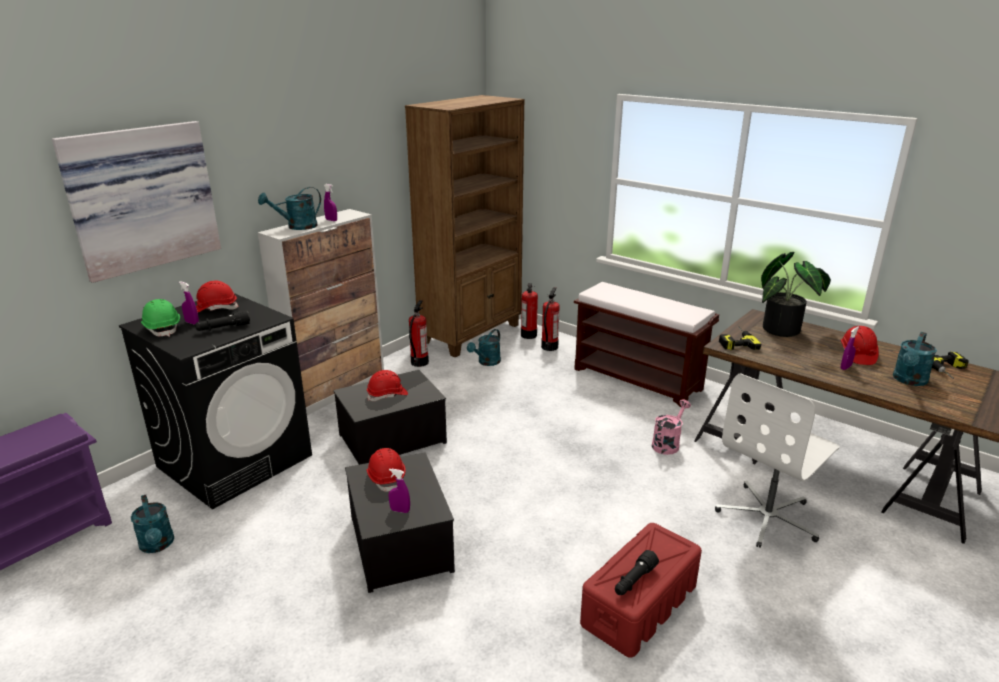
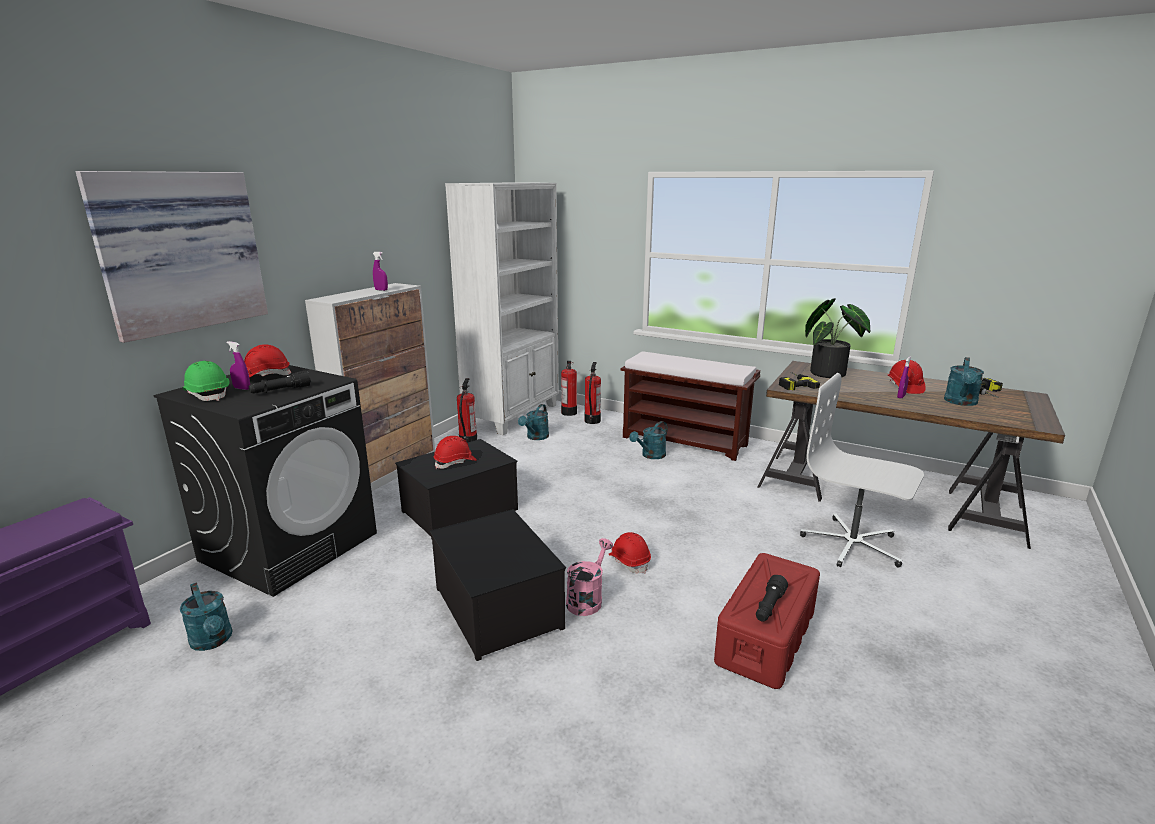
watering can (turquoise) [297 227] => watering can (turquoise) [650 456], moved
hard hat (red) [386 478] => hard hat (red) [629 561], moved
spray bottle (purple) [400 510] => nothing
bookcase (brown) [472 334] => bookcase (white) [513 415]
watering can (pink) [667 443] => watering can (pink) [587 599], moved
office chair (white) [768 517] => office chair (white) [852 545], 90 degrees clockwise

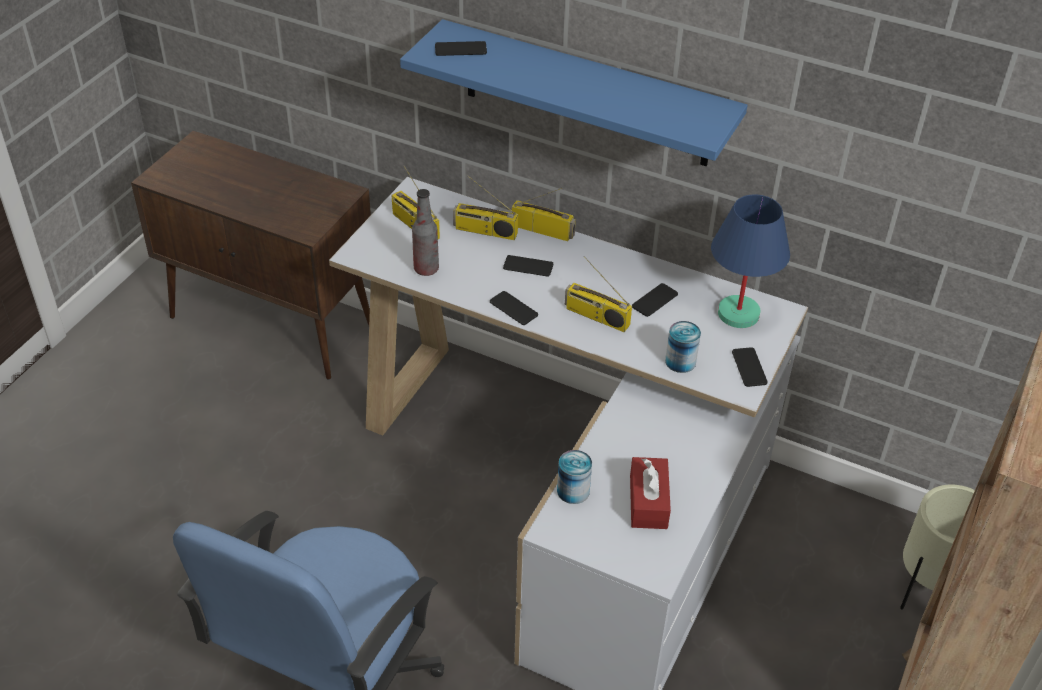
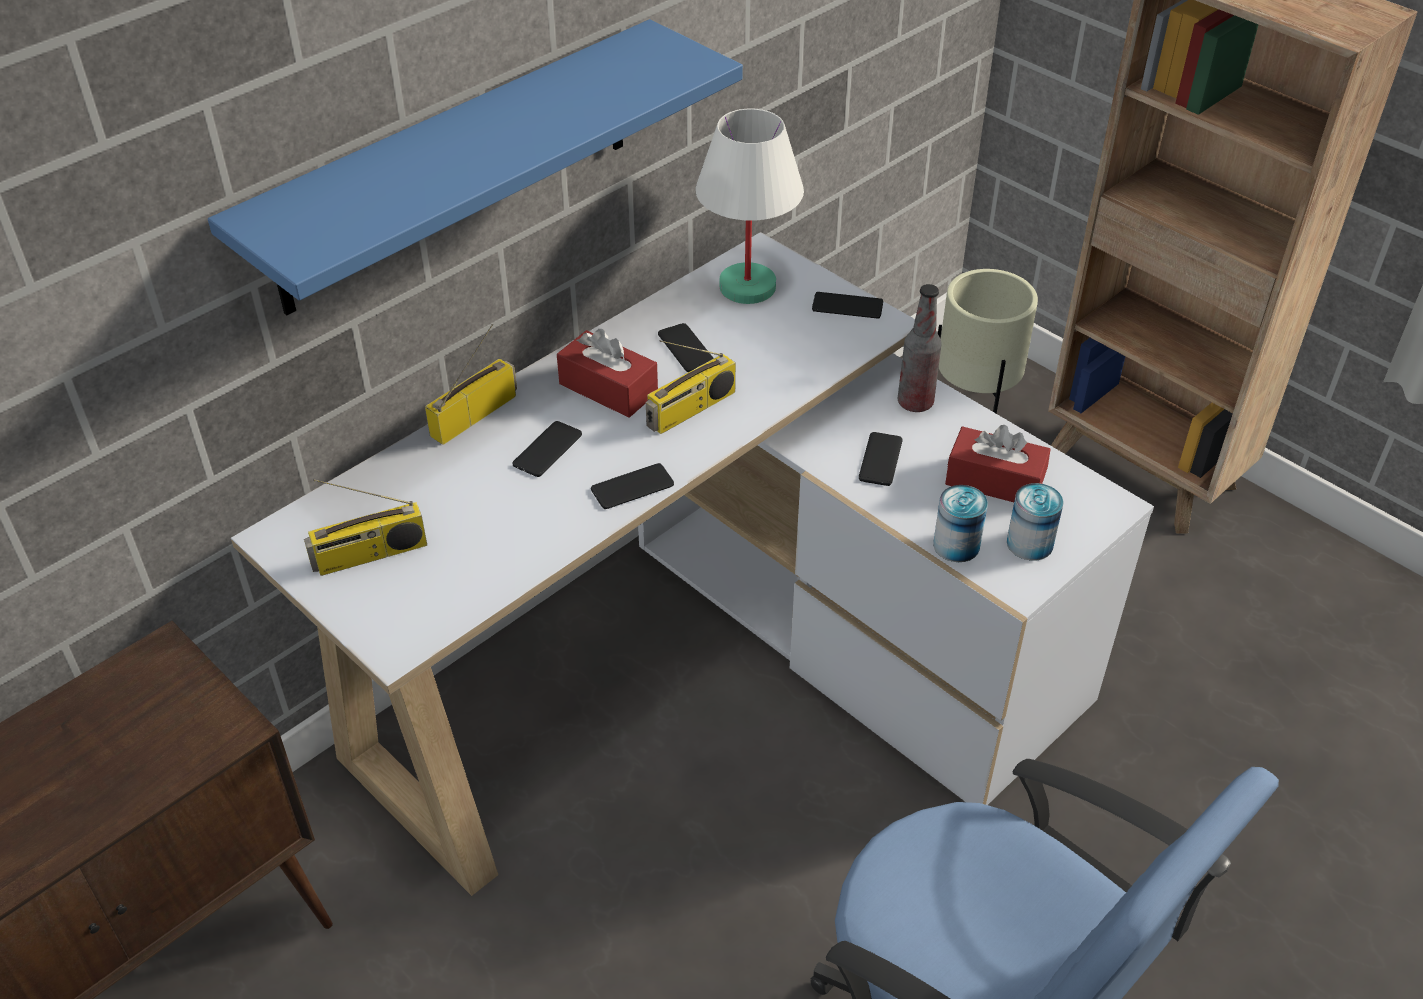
bottle [426 269] => bottle [915 403], moved
phone [460 49] => phone [880 459], moved
radio [484 231] => nothing
can [680 361] => can [1029 543], moved
table lamp (blue) [739 313] => table lamp (white) [747 286]
nothing => tissue box (red) [608 388]

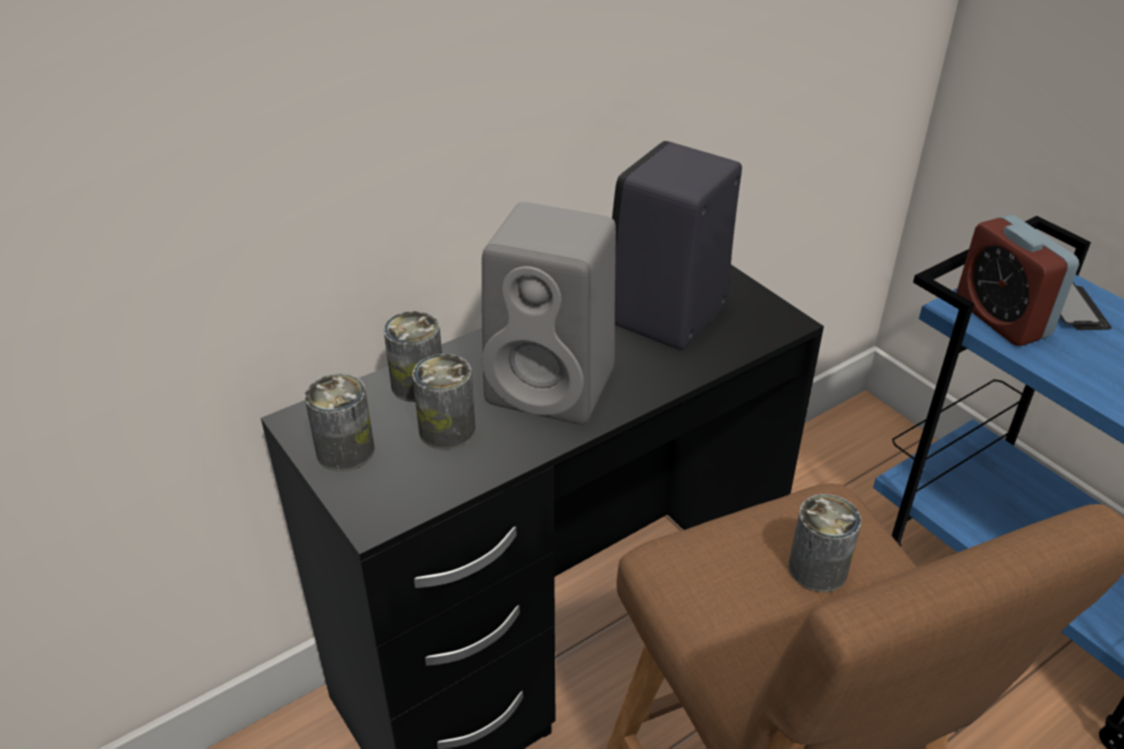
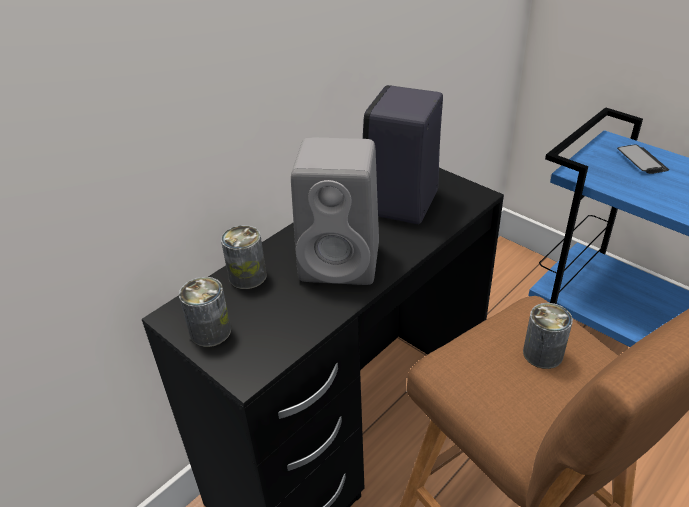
can [447 430] => nothing
alarm clock [1001 318] => nothing

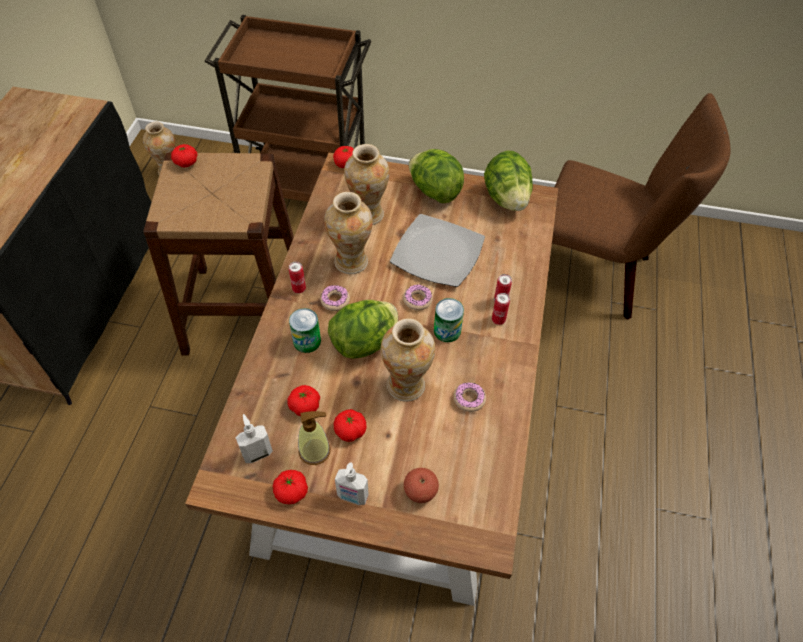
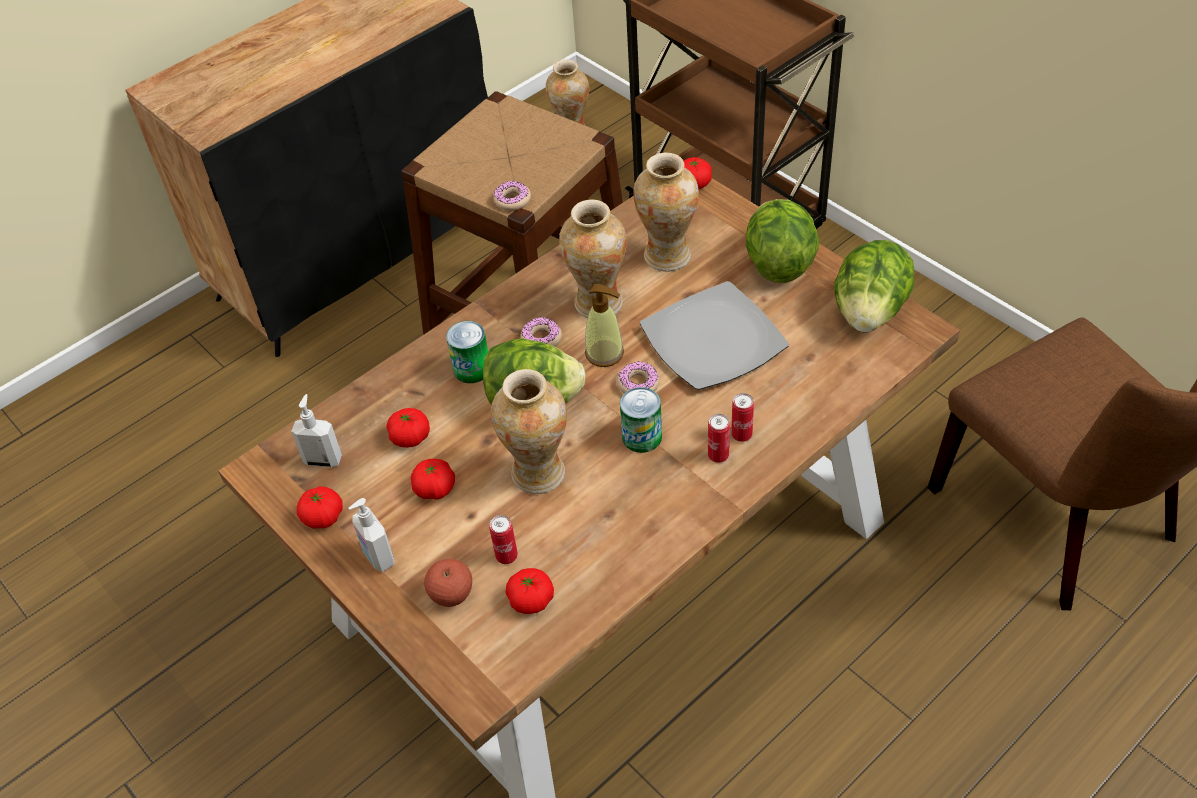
tomato [186 163] => tomato [531 600], moved
can [299 289] => can [506 556], moved
soap dispenser [315 451] => soap dispenser [605 353], moved
donut [469 399] => donut [512 200], moved

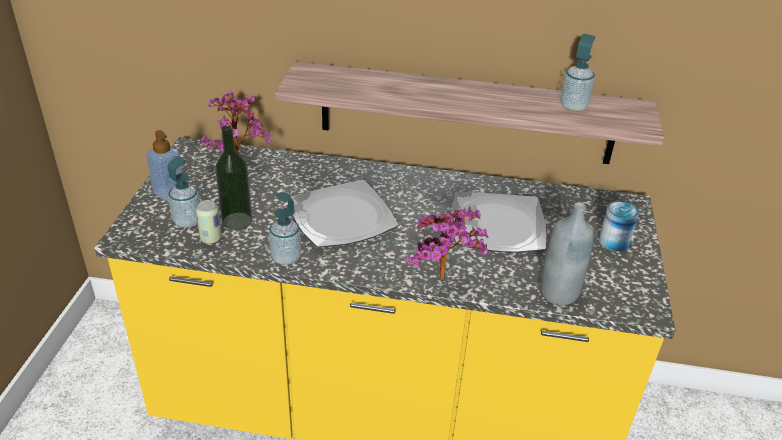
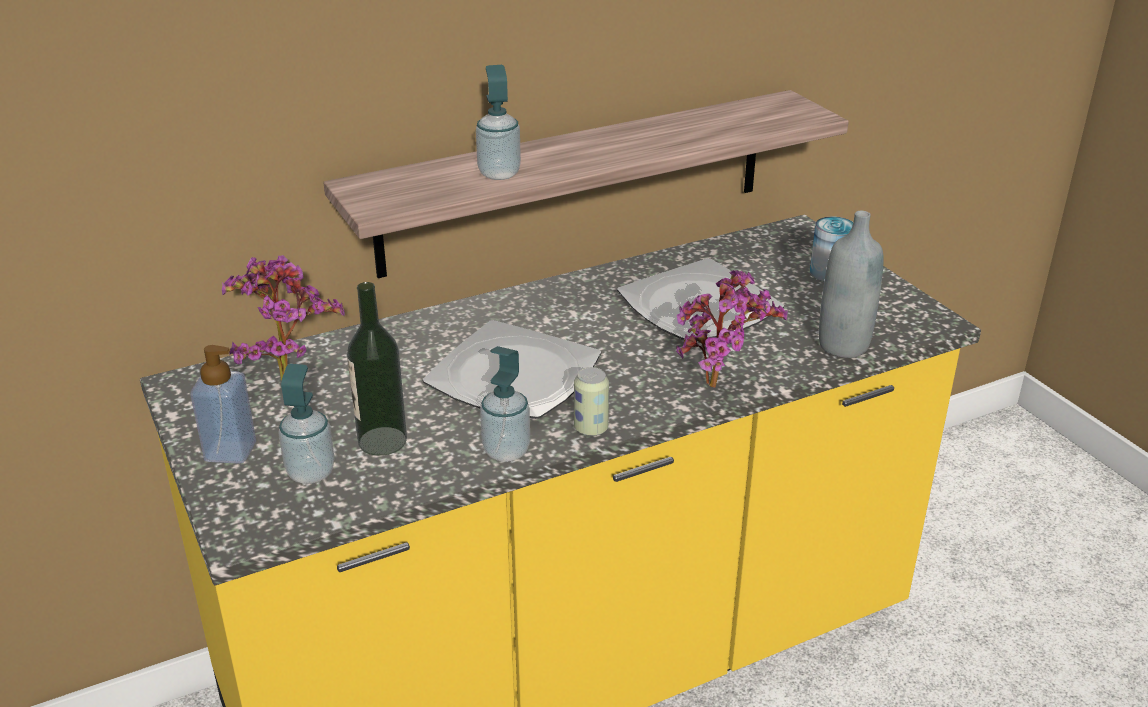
can [211 238] => can [591 428], moved
soap dispenser [573 106] => soap dispenser [499 173], moved

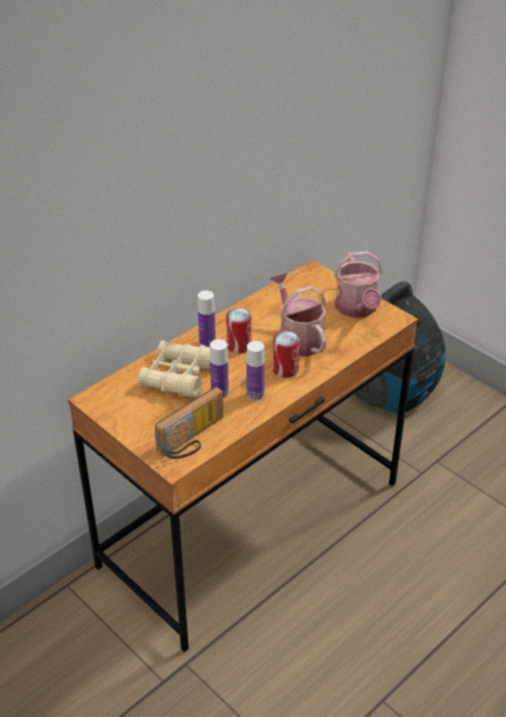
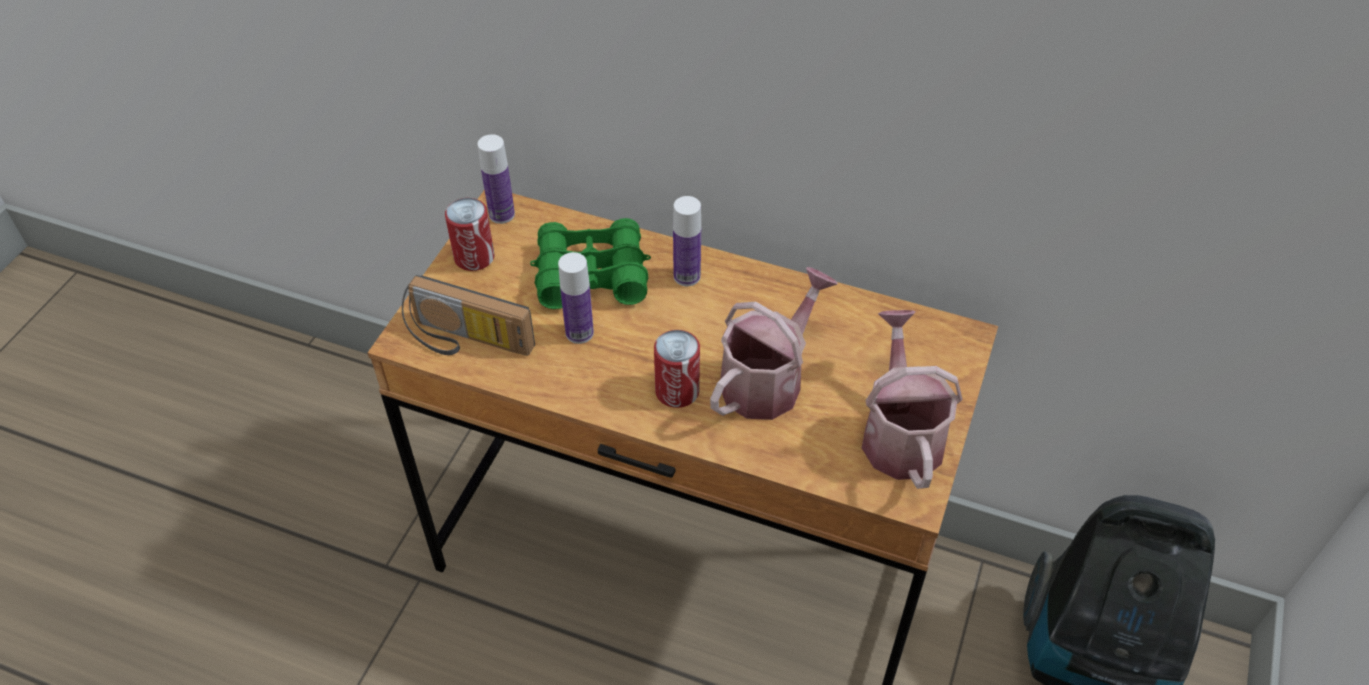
binoculars (beige) [178 376] => binoculars (green) [591 274]
can [239 346] => can [474 257], moved
bottle [255 394] => bottle [501 214], moved
watering can [357 309] => watering can [900 433], 120 degrees clockwise

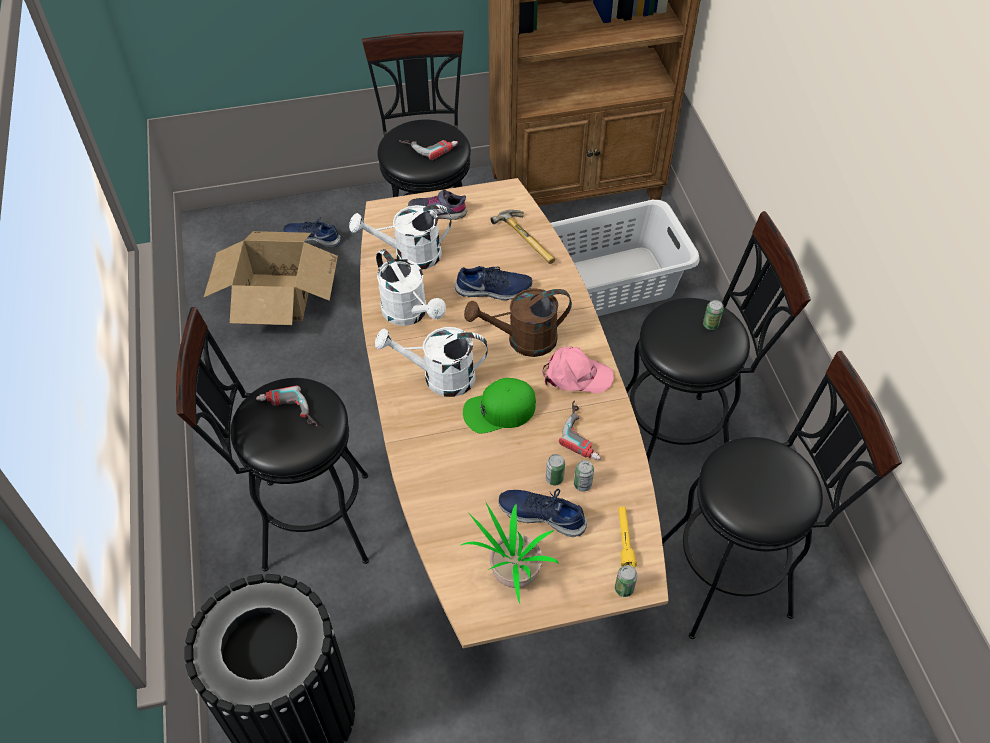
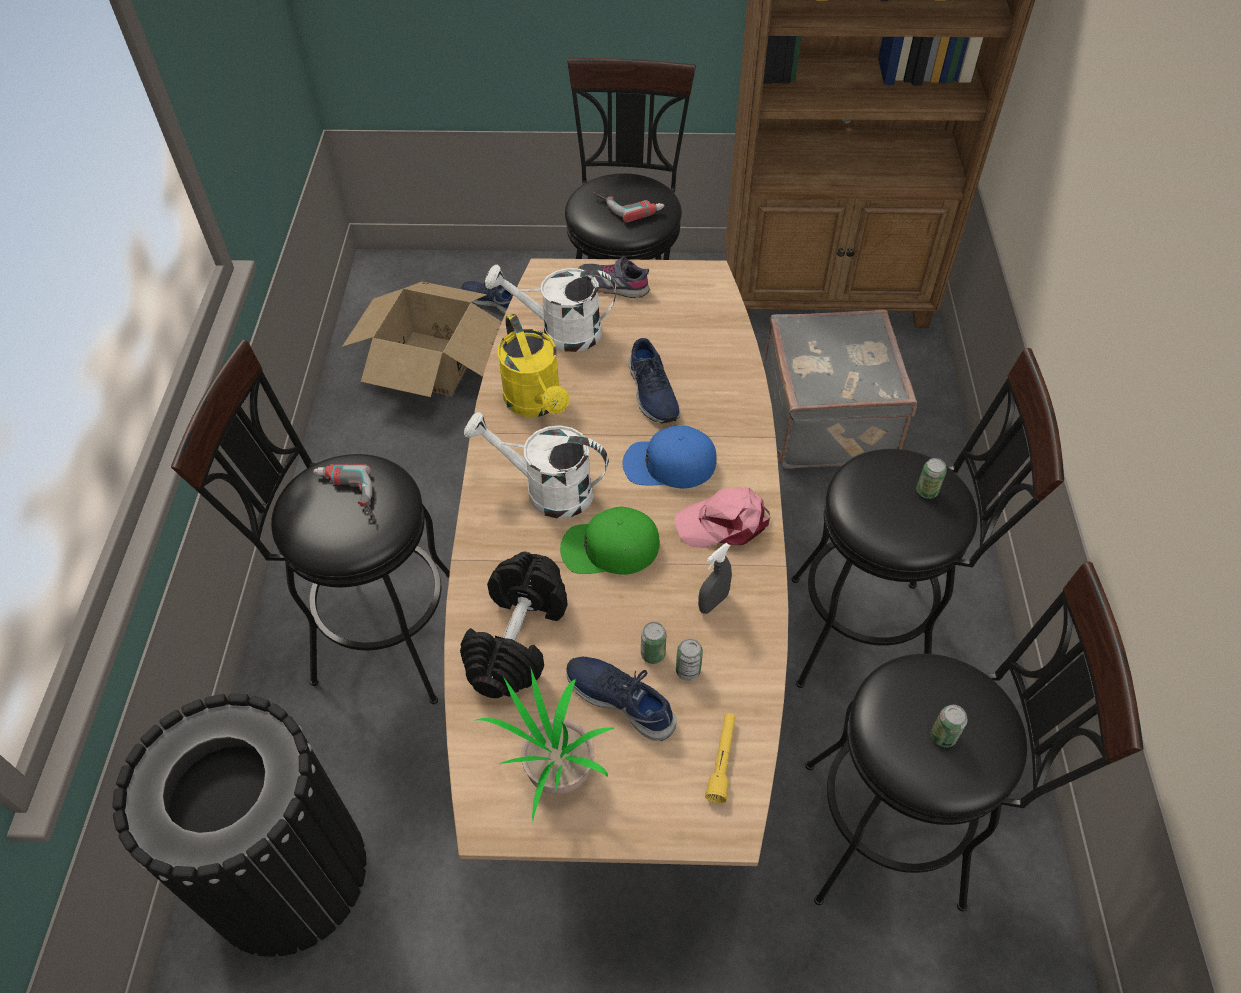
watering can (white) [410 314] => watering can (yellow) [537 403]
shoe (blue) [493 290] => shoe (blue) [651 393], 60 degrees clockwise
watering can (brown) [523 340] => cap (blue) [669 464]
hammer [529 238] => nothing
cap (pink) [576 375] => cap (pink) [724 523], 150 degrees clockwise
laundry basket (grey) [606 284] => suitcase (grey) [829 419]
power drill [585 433] => spray bottle (grey) [713 602]
can [624 589] => can [943 736], moved
nothing => dumbbell (black) [518 639]

